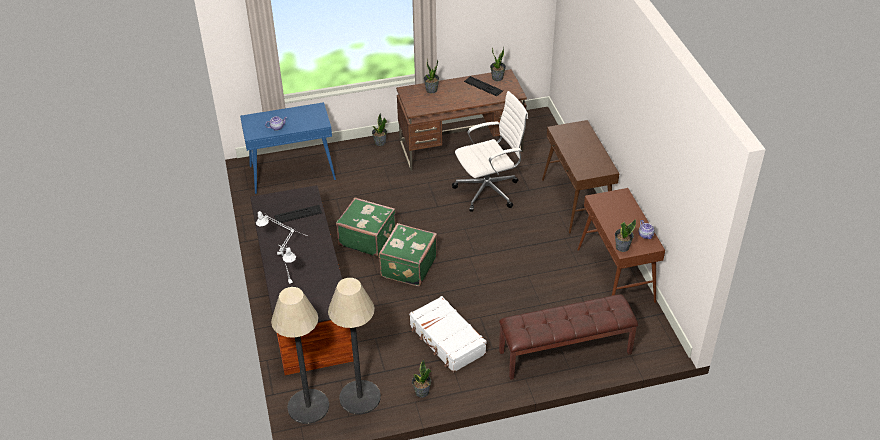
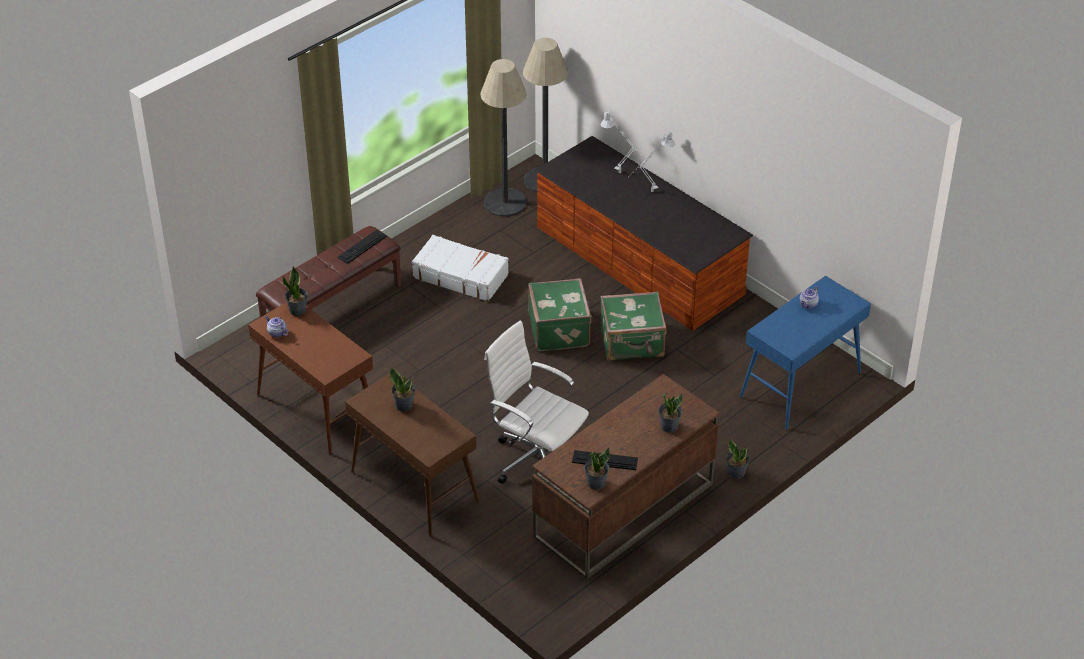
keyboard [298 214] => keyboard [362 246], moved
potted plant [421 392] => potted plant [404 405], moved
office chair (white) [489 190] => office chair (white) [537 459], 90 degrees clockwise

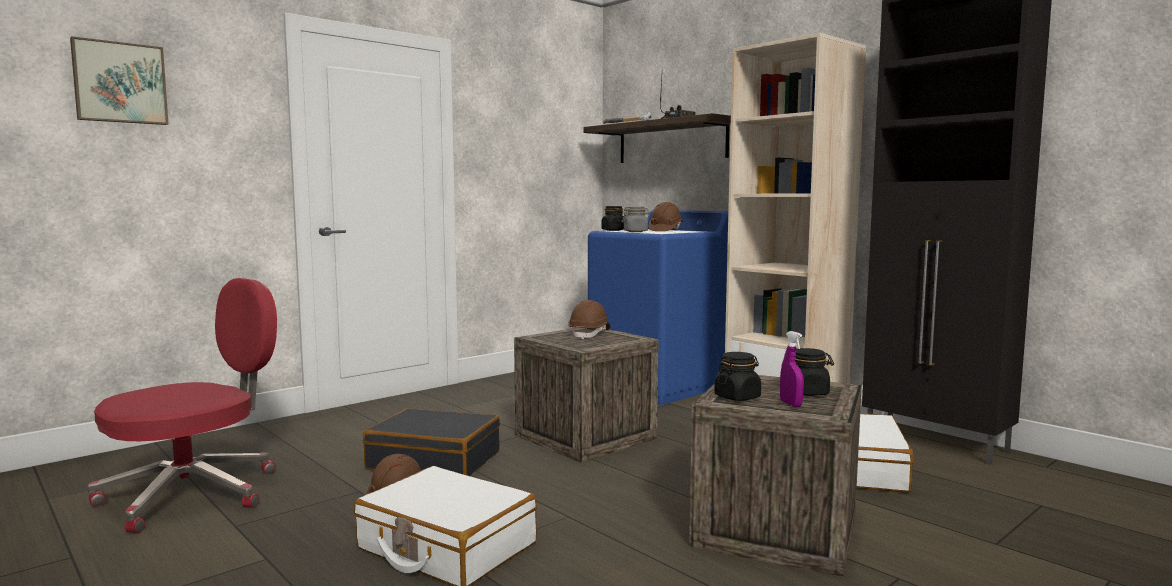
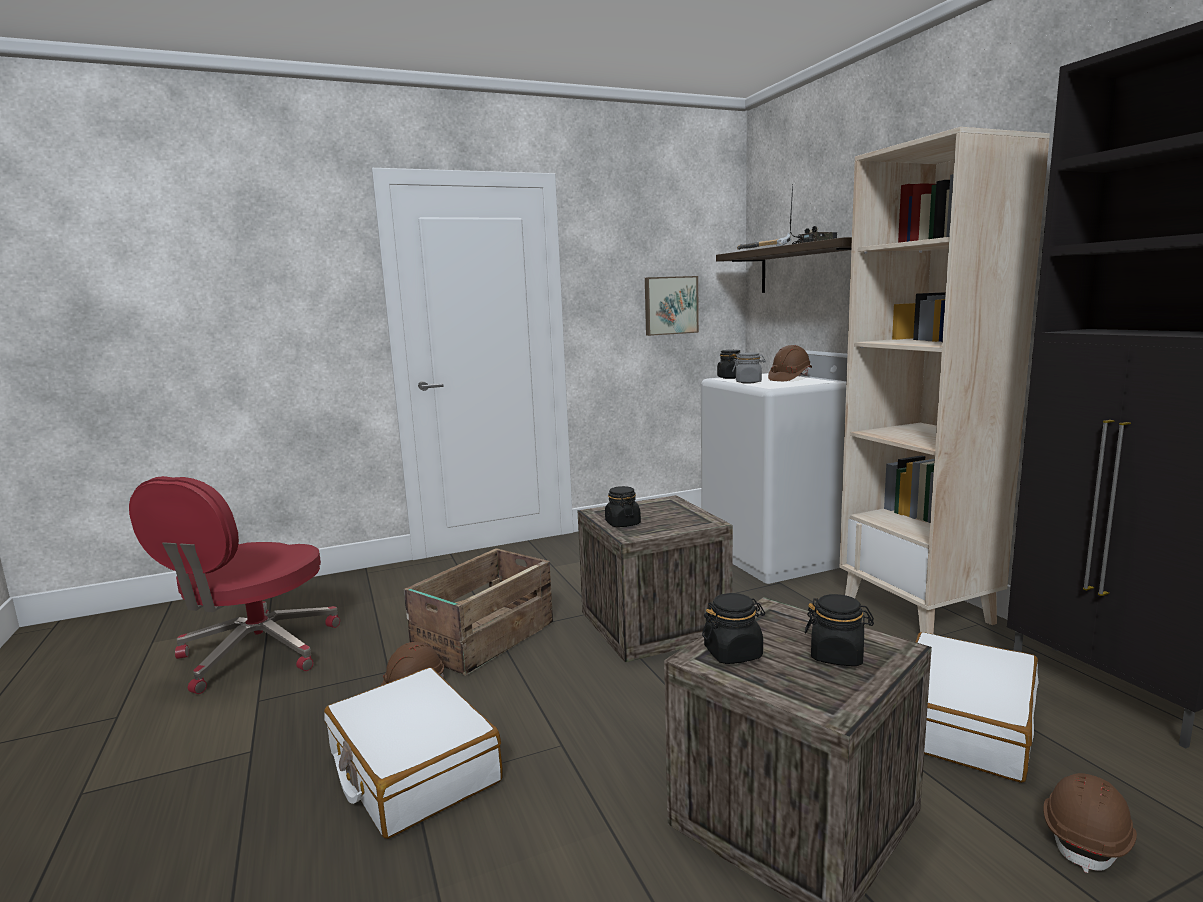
picture [120 83] => picture [670 305], moved
office chair (red) [194 494] => office chair (red) [256 653], 135 degrees clockwise
suitcase (black) [435 460] => crate [482 639]
hard hat (brown) [590 334] => hard hat (brown) [1087 838], moved
washing machine (blue) [659 386] => washing machine (white) [781 554]
spray bottle (purple) [790 404] => nothing
nothing => jar (black) [622 523]

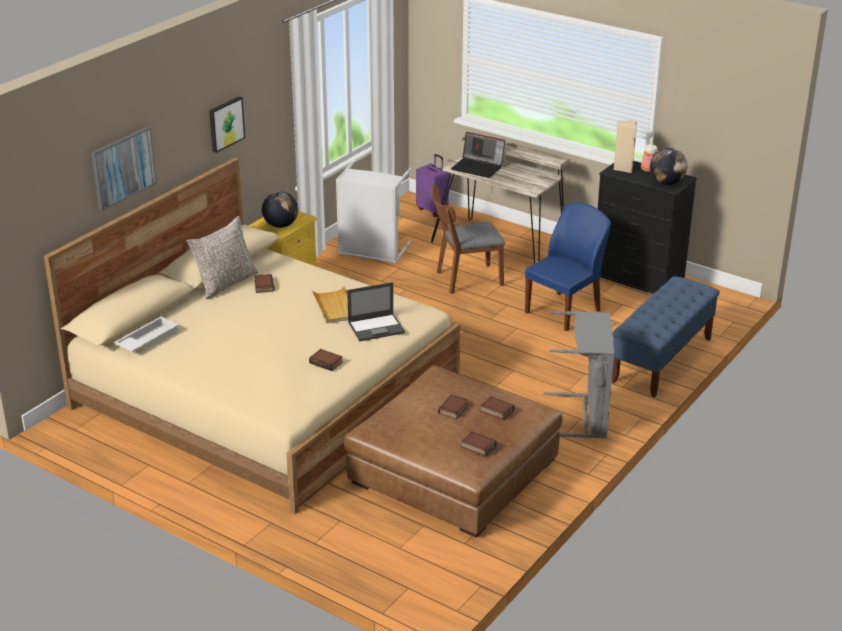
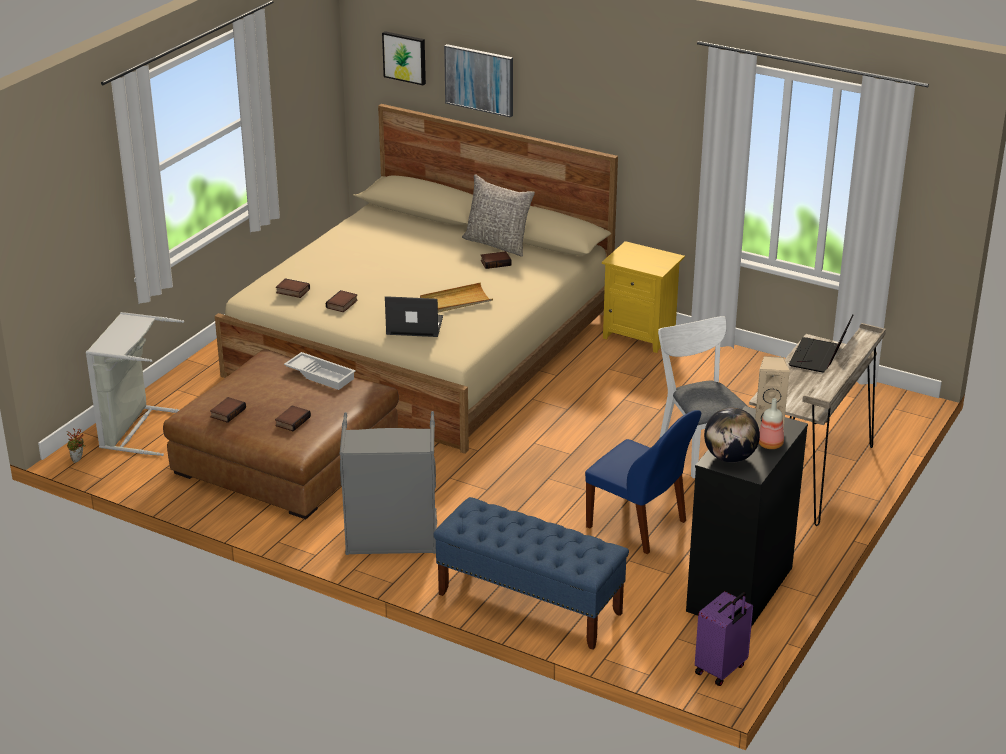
tray (white) [147 339] => tray (white) [321 375], moved
picture [225 123] => picture [405 57], moved
globe [280 225] => nothing
laundry basket (grey) [372 251] => laundry basket (grey) [137 430], moved
laptop [376 327] => laptop [414 325], 120 degrees clockwise
suitcase (purple) [433 210] => suitcase (purple) [721 670], moved
chair (brown) [464 279] => chair (white) [699 449]
book [454 410] => book [292 291], moved
nothing => potted plant [78 460]

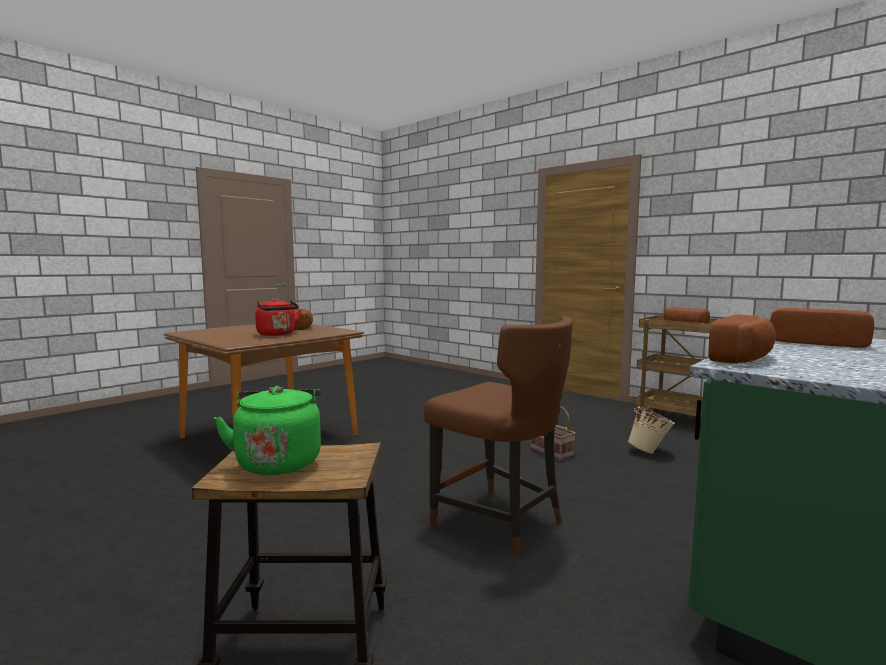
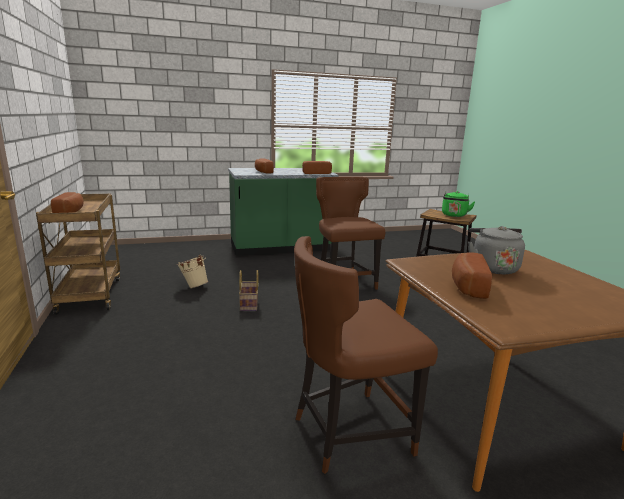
kettle (red) [277 334] => kettle (grey) [492 268]
nothing => chair (brown) [348 432]

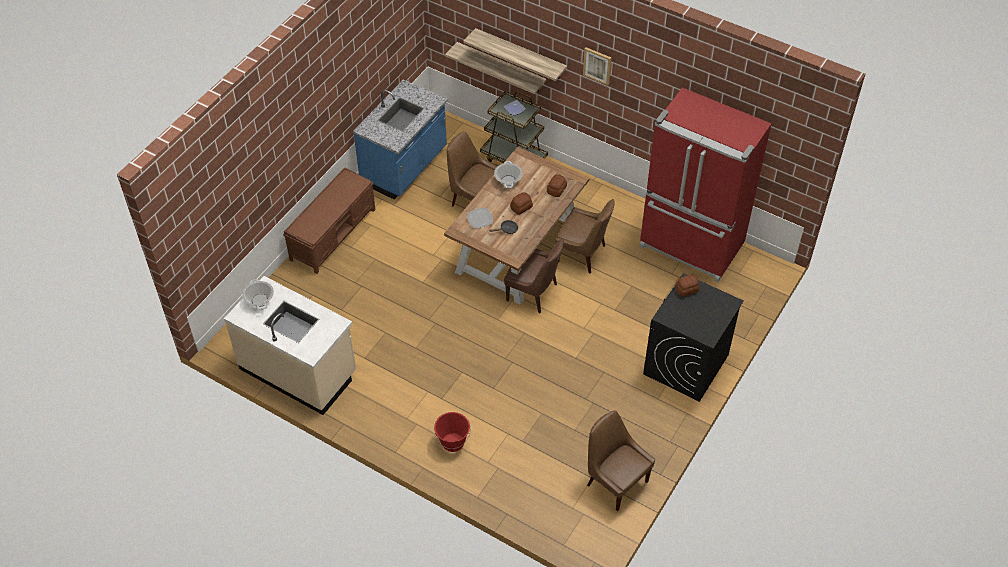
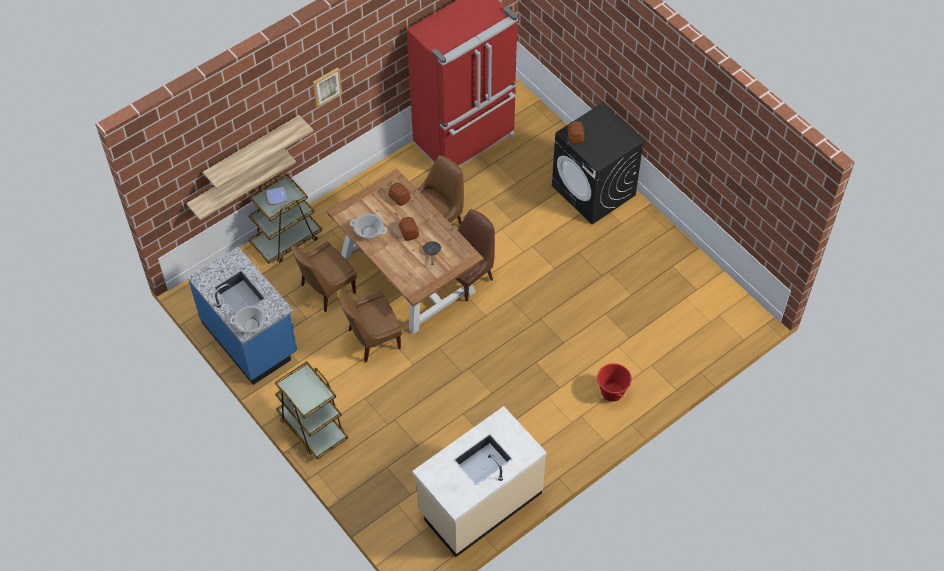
cooking pot [260 300] => cooking pot [251 325], moved
bench (brown) [333 234] => cart (brown) [312 427]
plate [480 218] => nothing
chair (brown) [615 482] => chair (brown) [372 339], moved

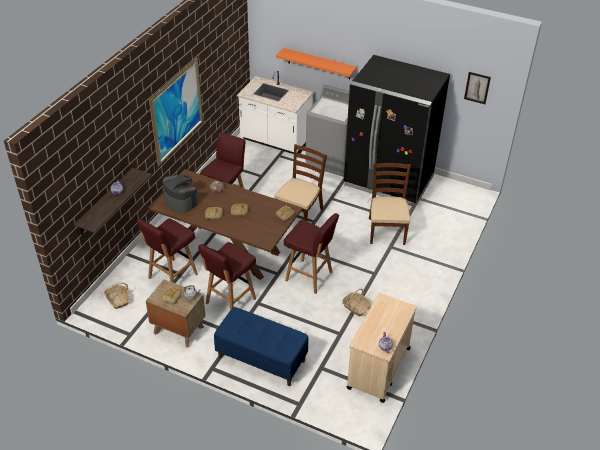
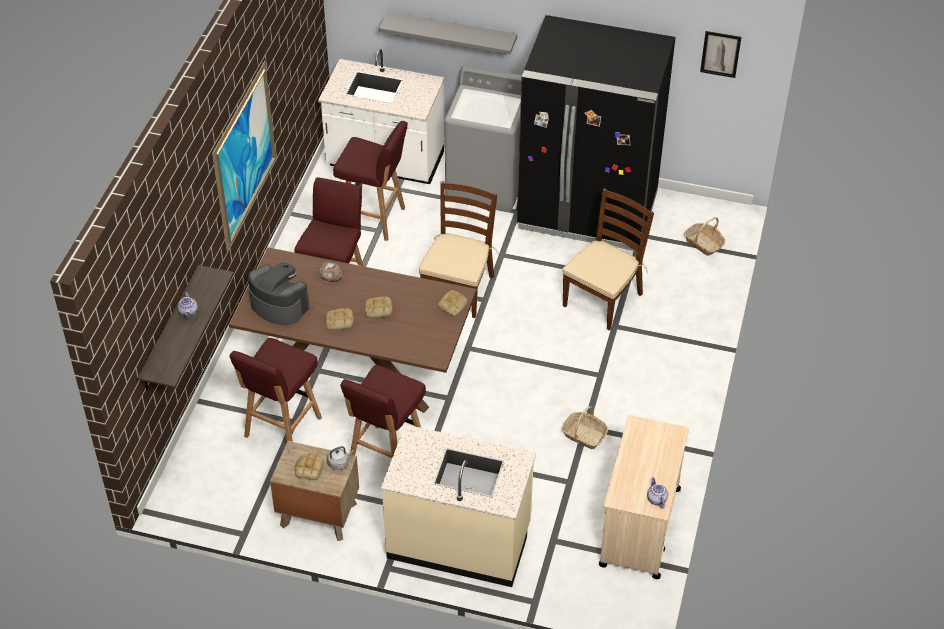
basket [118 299] => basket [703 243], moved
bench (blue) [261 359] => counter (beige) [459 541]
shelf (orange) [319 64] => shelf (grey) [452 33]
stool (red) [309 277] => stool (red) [374 219], moved
chair (brown) [386 231] => chair (brown) [603 299], 45 degrees clockwise

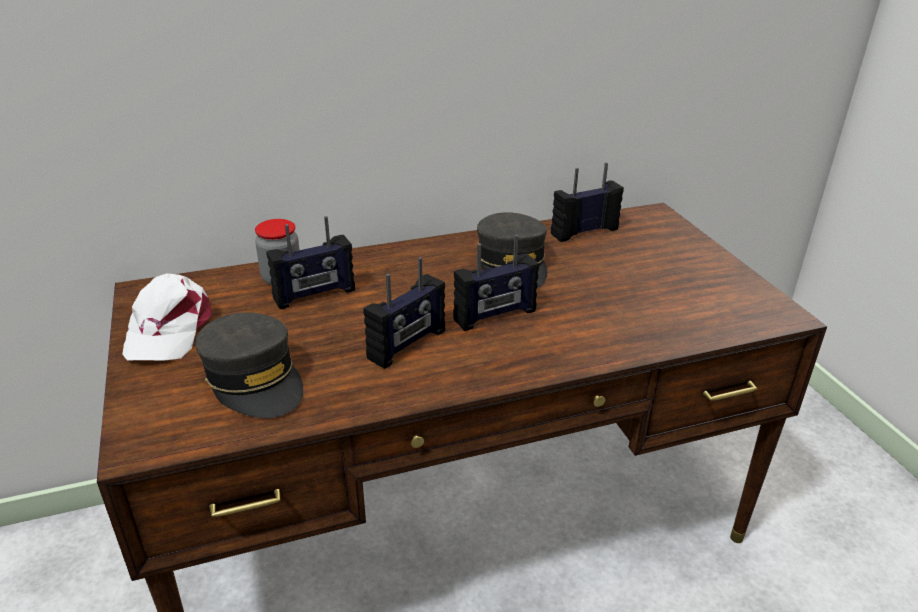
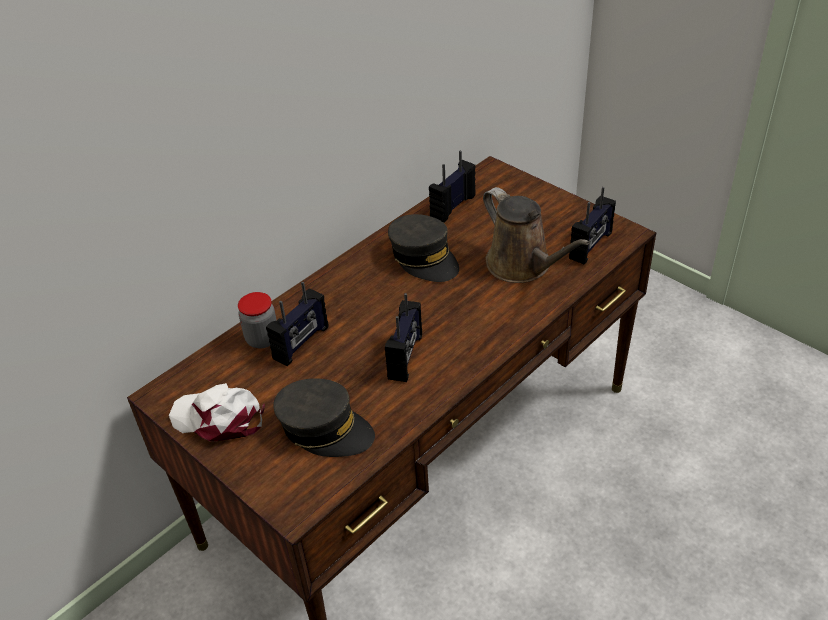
cap (white) [168 329] => cap (white) [219 418], 135 degrees clockwise
radio [495 316] => radio [591 246], moved
nothing => watering can (brown) [522 265]

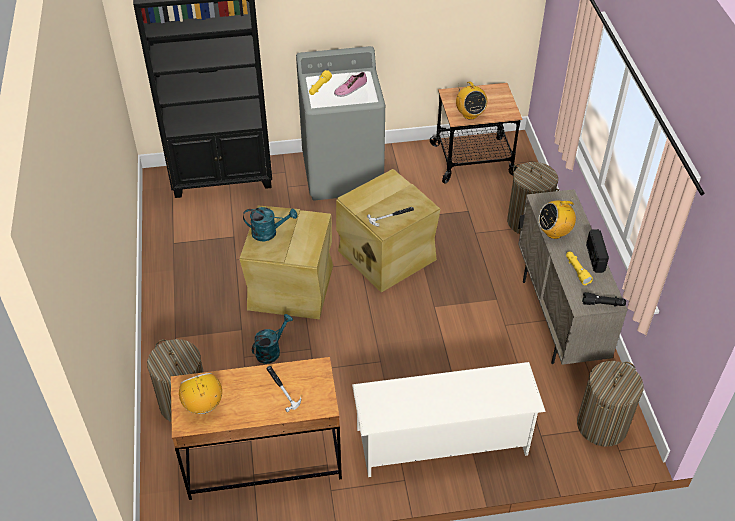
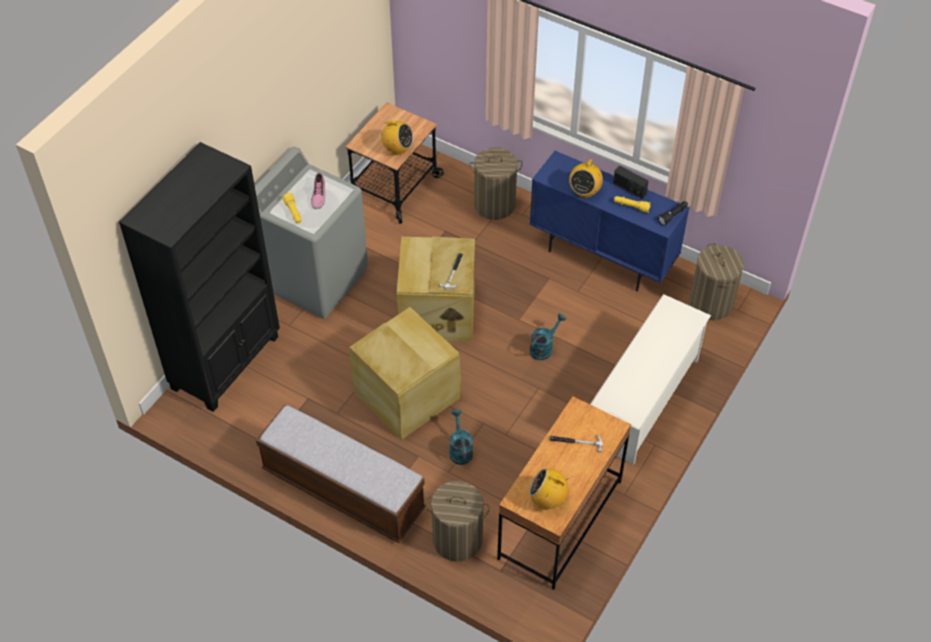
watering can (turquoise) [269 233] => watering can (turquoise) [544 347], moved
cabinet (beige) [558 319] => cabinet (blue) [602 258]
nothing => bench [343 490]

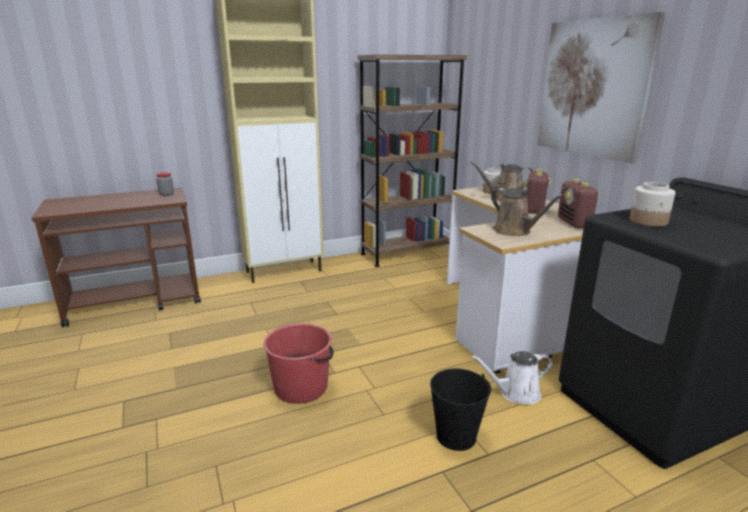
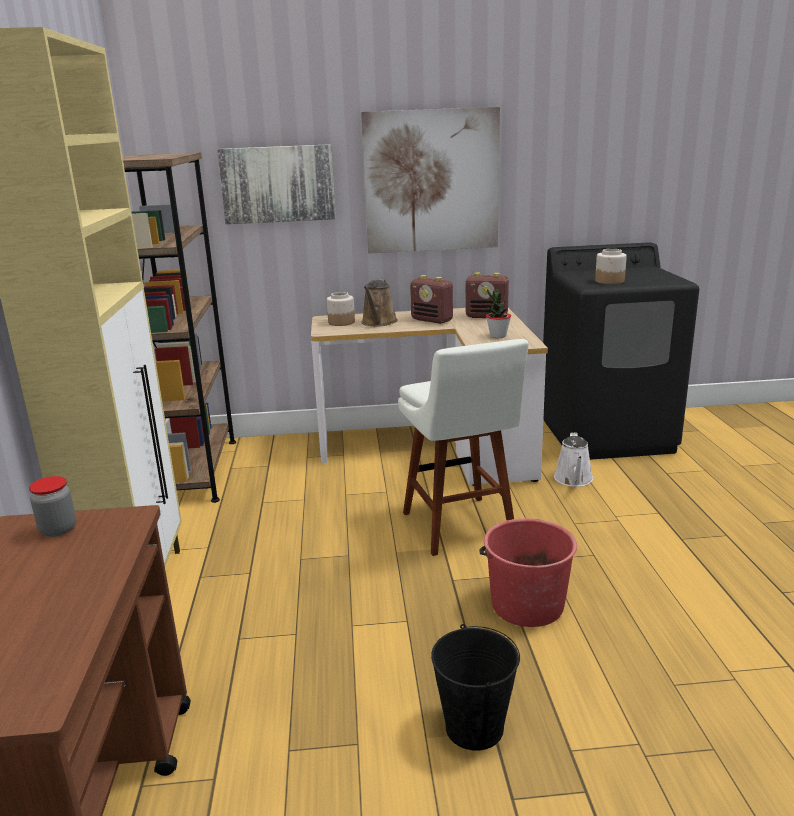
bucket (black) [455 436] => bucket (black) [474 727], moved
watering can (brown) [514 231] => potted plant [498 336]
nothing => picture [278 184]
nothing => stool (white) [460 528]

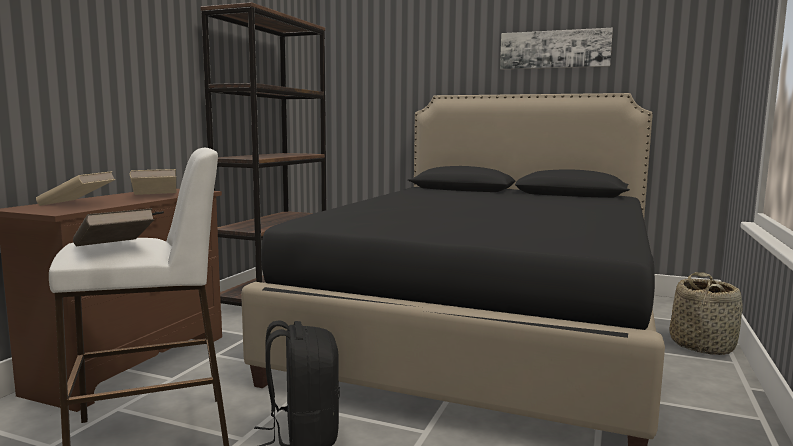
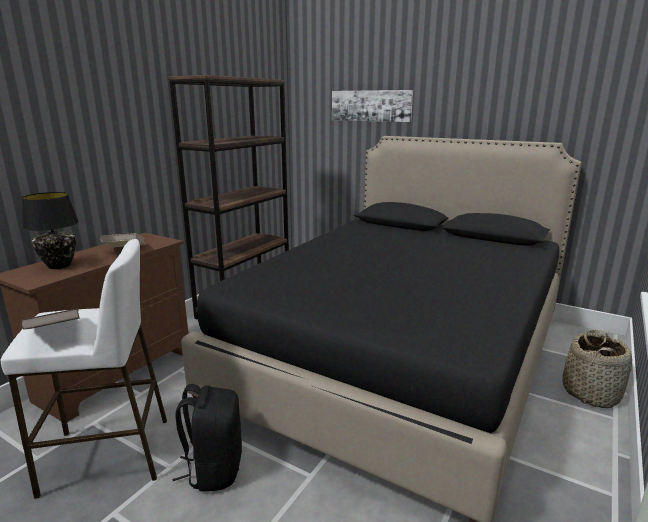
book (beige) [77 204] => table lamp (black) [59 266]
picture [554 49] => picture [371 105], moved

